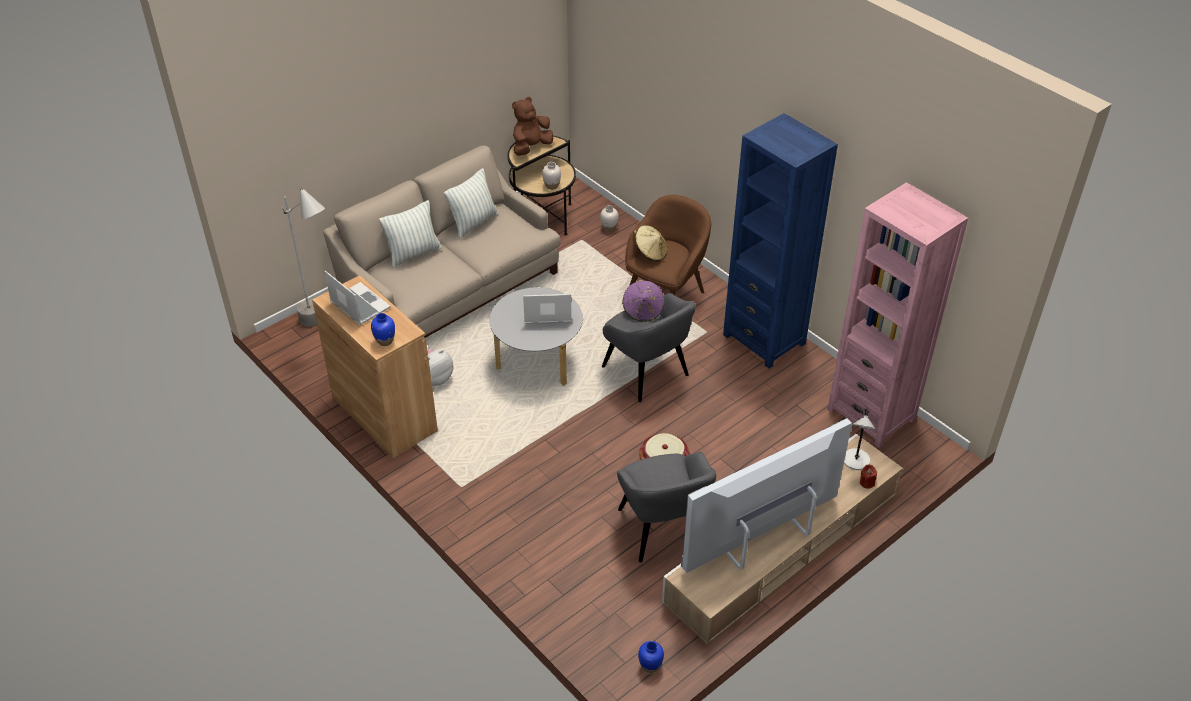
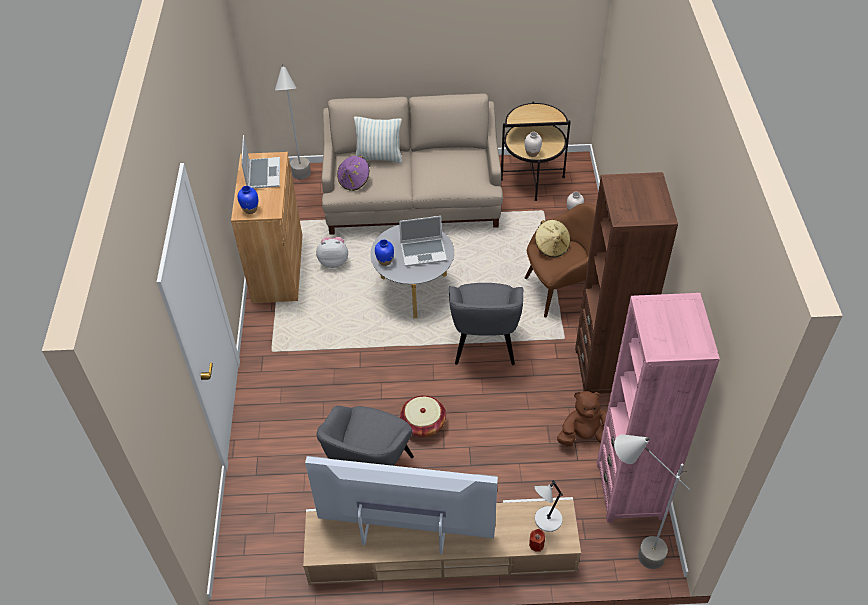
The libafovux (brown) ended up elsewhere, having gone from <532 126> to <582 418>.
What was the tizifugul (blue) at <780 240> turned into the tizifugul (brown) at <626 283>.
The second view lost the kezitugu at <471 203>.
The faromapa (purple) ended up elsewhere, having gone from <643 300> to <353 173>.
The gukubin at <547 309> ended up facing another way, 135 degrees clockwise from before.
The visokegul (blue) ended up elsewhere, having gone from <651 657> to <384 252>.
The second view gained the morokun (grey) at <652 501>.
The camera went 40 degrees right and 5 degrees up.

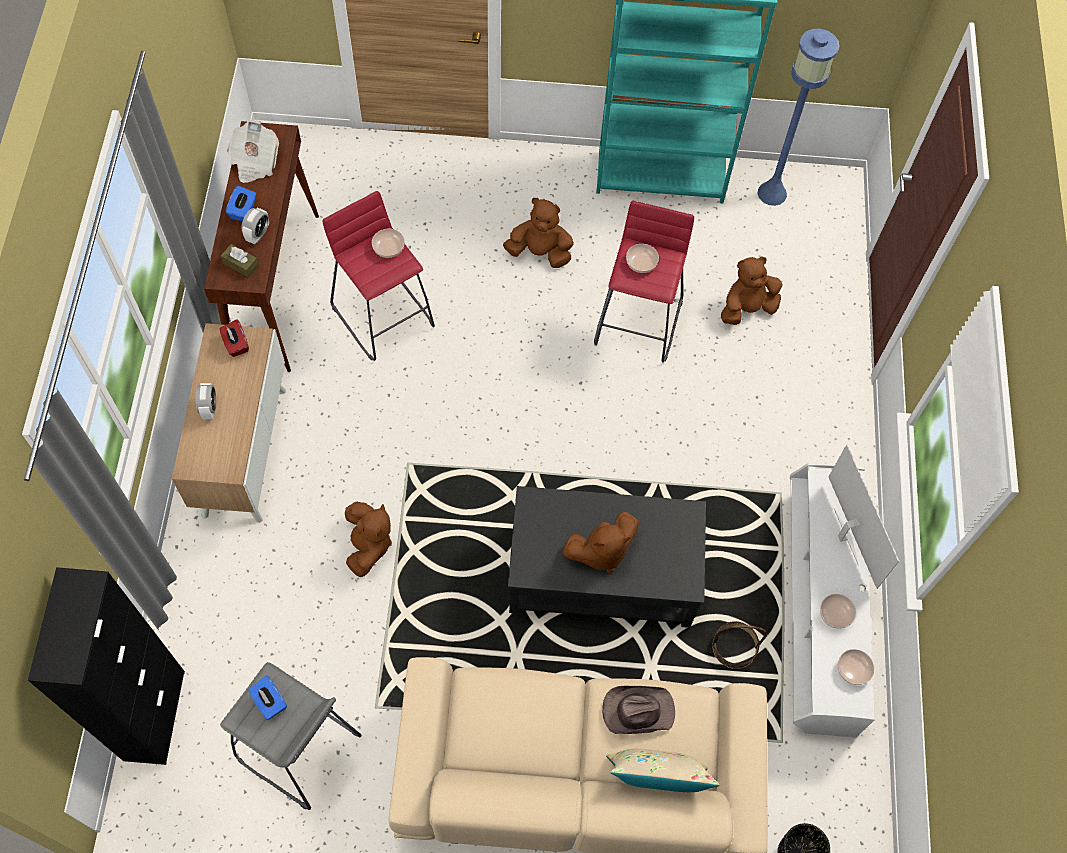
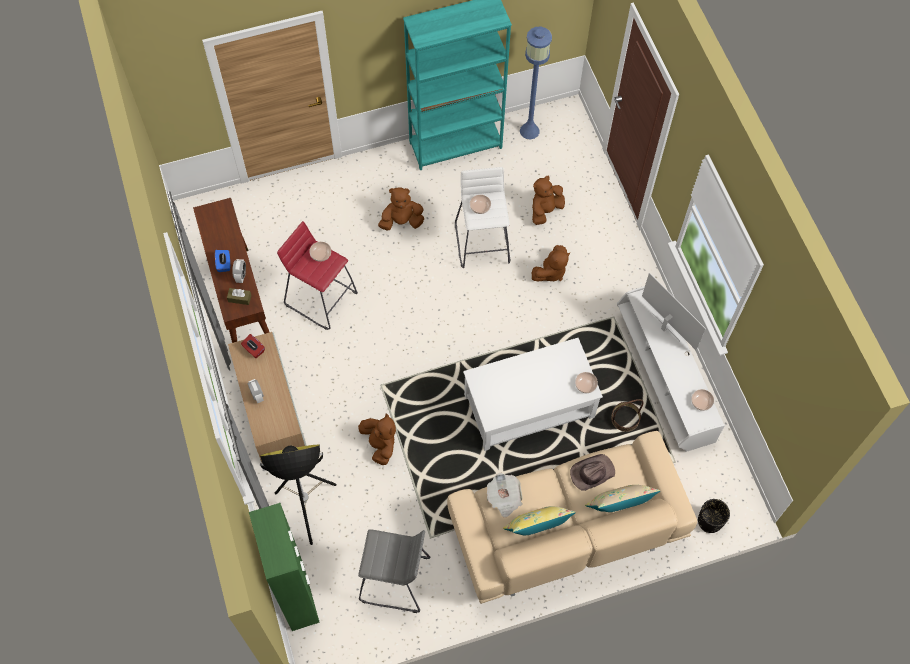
The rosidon ended up elsewhere, having gone from <253 151> to <505 495>.
What was the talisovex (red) at <644 282> turned into the talisovex (white) at <482 217>.
What was the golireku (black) at <607 557> turned into the golireku (white) at <533 394>.
The libafovux (brown) ended up elsewhere, having gone from <600 542> to <551 263>.
What was the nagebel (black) at <106 666> turned into the nagebel (green) at <284 567>.
The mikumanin ended up elsewhere, having gone from <838 611> to <586 382>.
The second view lost the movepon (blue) at <268 698>.
The second view gained the morokun at <298 495>.
The second view gained the kezitugu (yellow) at <539 520>.
The camera went 20 degrees left and 0 degrees up.

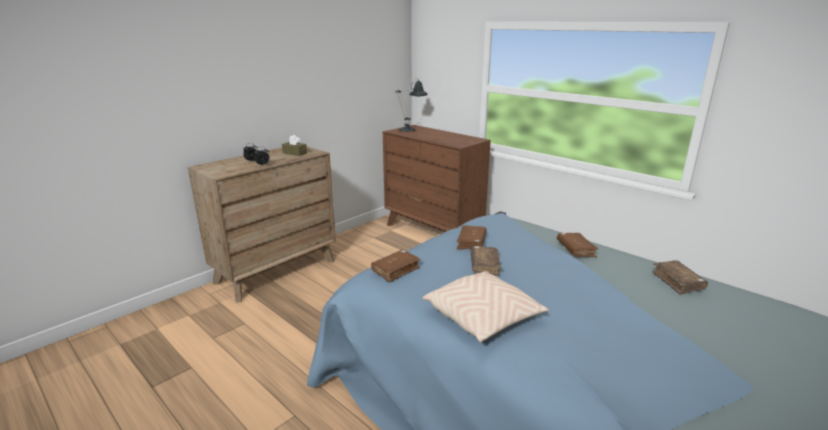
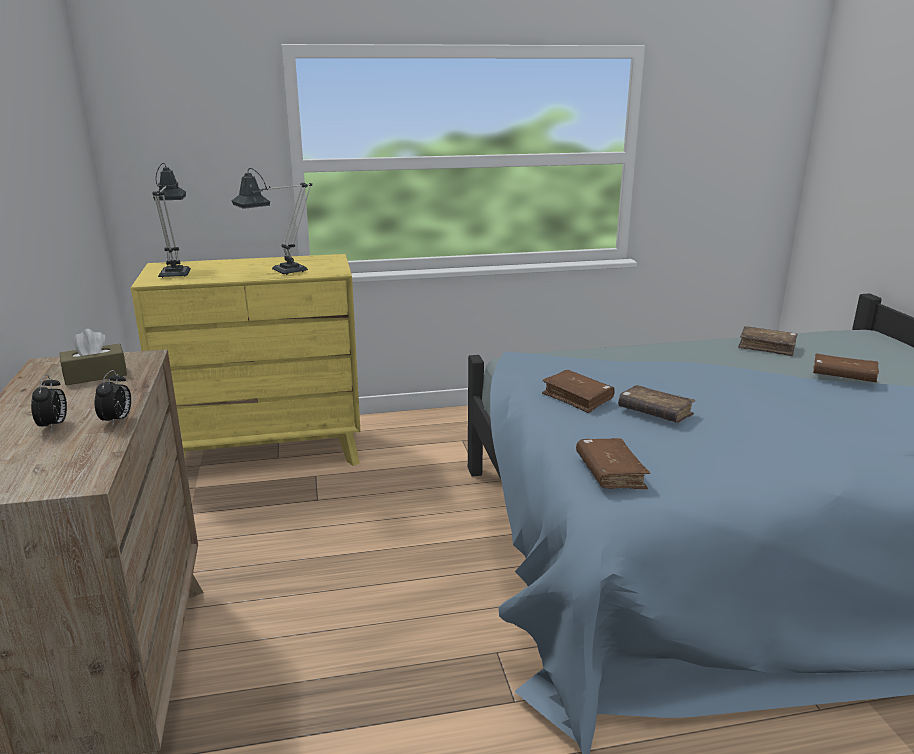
What was the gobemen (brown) at <437 178> turned into the gobemen (yellow) at <246 360>.
The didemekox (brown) ended up elsewhere, having gone from <578 245> to <846 368>.
The second view lost the kezitugu (beige) at <486 306>.
The second view gained the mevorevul at <272 221>.
The camera went 55 degrees left and 0 degrees up.

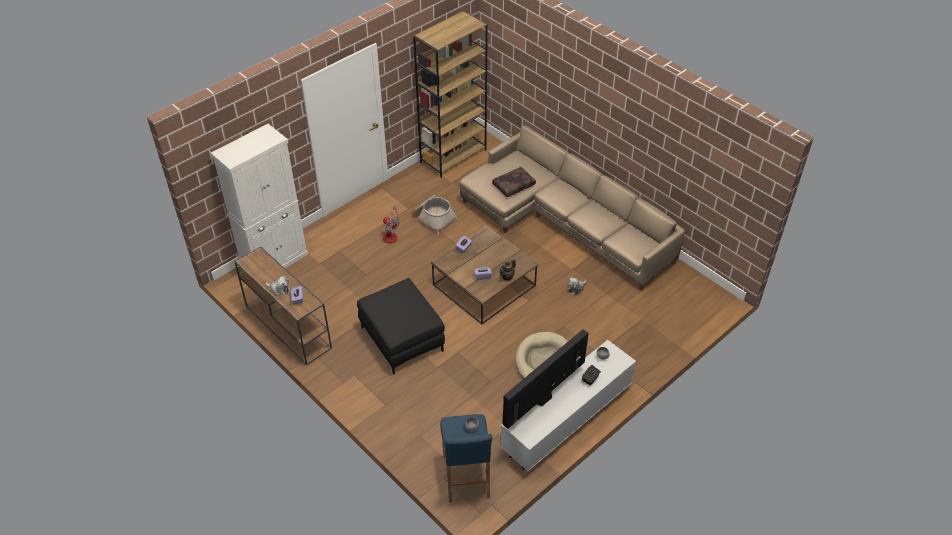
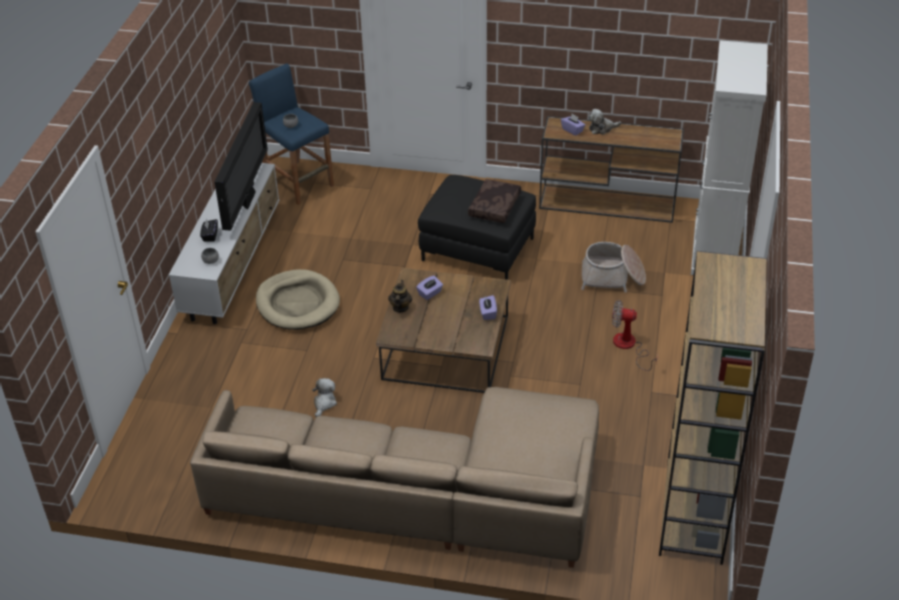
The kezitugu (brown) ended up elsewhere, having gone from <514 182> to <494 201>.
The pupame ended up elsewhere, having gone from <435 215> to <613 267>.
The camera went 145 degrees right and 5 degrees down.

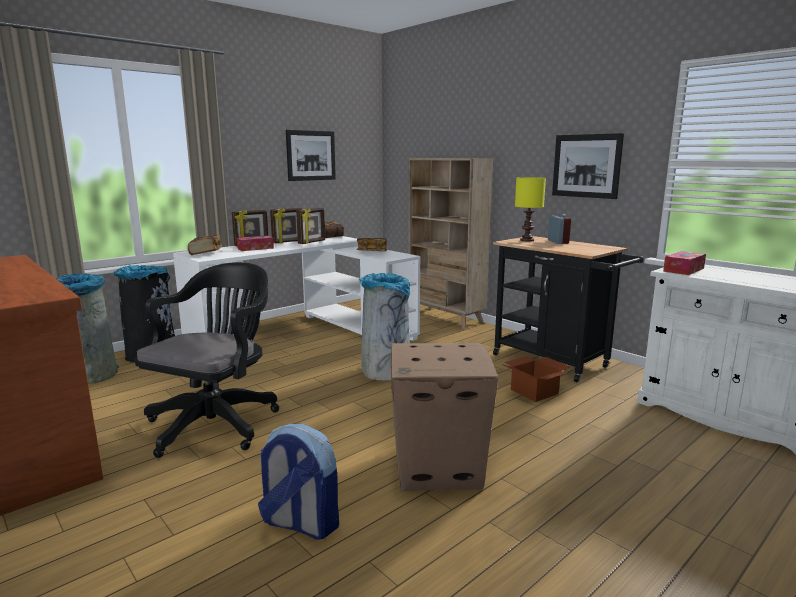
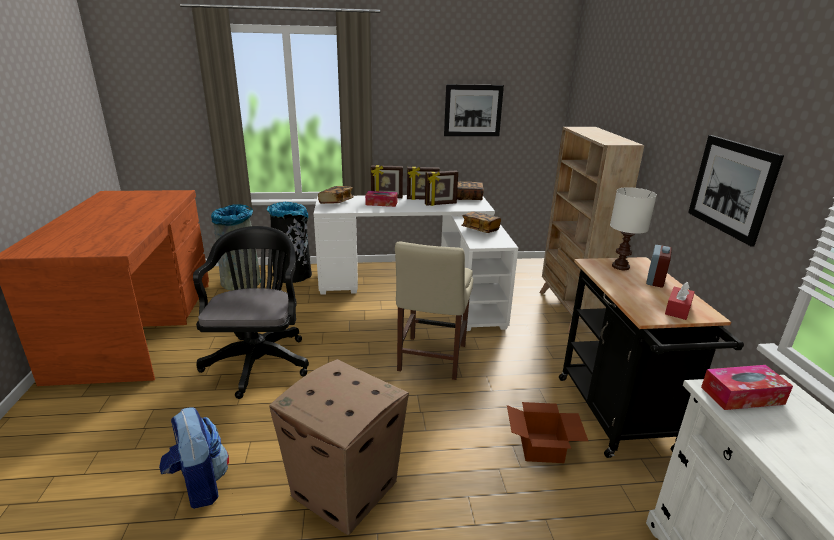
What was the mevorevul (yellow) at <530 209> turned into the mevorevul (white) at <633 228>.
The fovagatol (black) at <207 360> ended up facing another way, 60 degrees counterclockwise from before.
Where the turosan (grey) stood at <384 326>, the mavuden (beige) came to stand at <434 310>.
The second view gained the movepon (red) at <680 301>.
The camera went 35 degrees right and 10 degrees up.

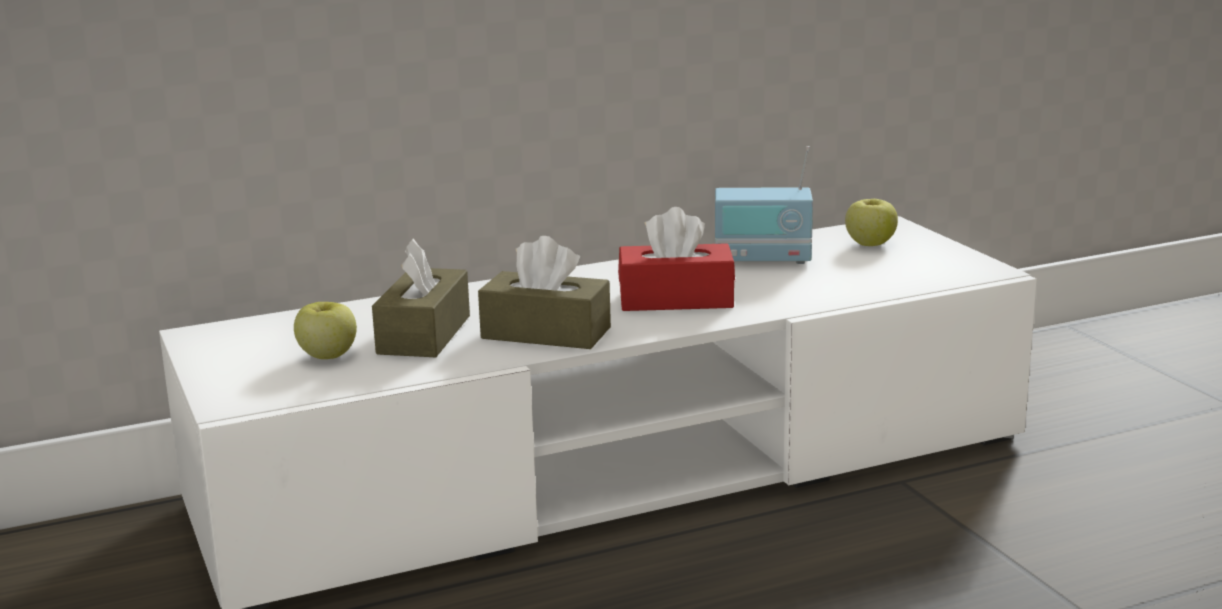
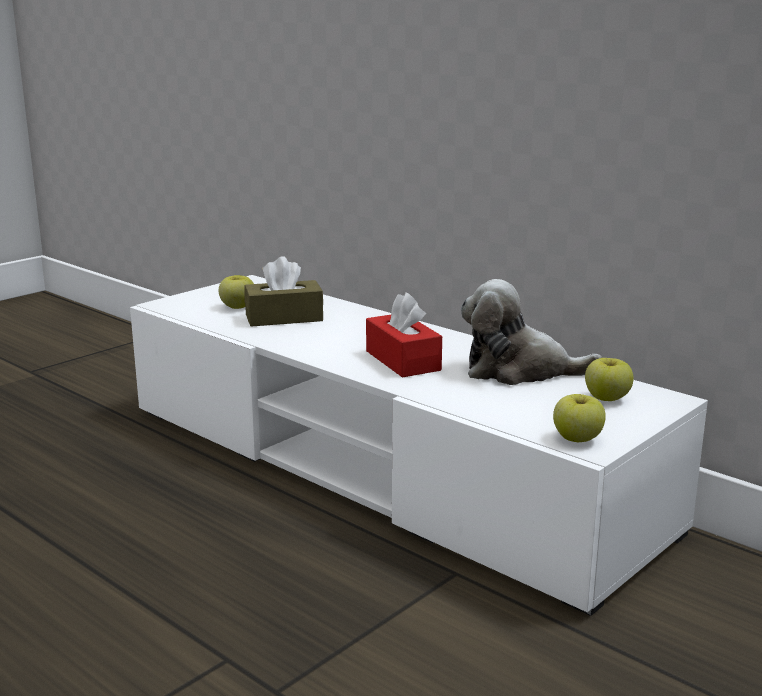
Where the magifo stood at <764 205>, the libafovux came to stand at <531 332>.
The second view lost the movepon (brown) at <544 292>.
The second view gained the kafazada at <579 418>.
The camera went 65 degrees right and 0 degrees up.

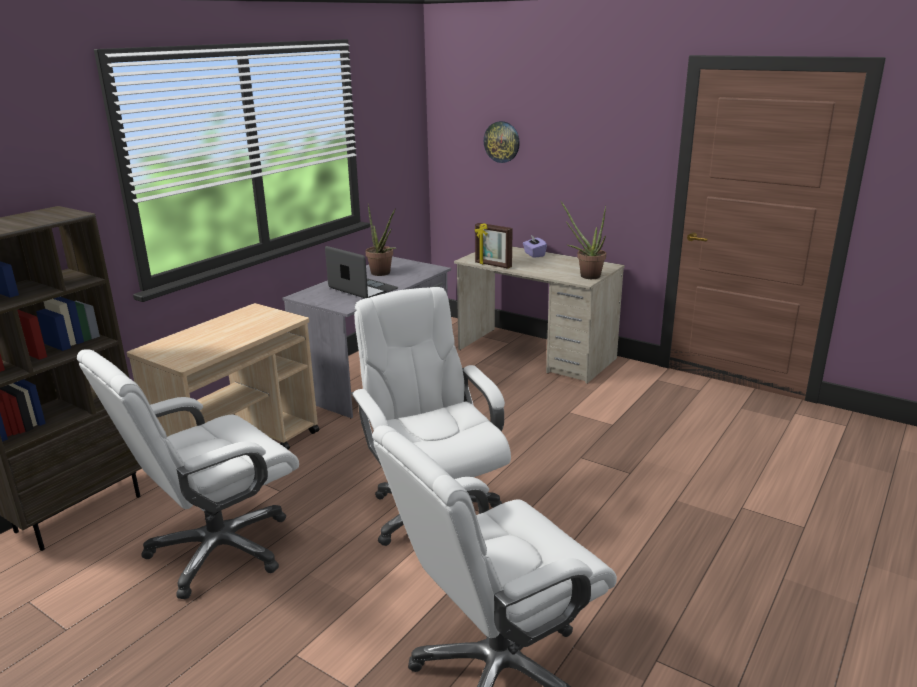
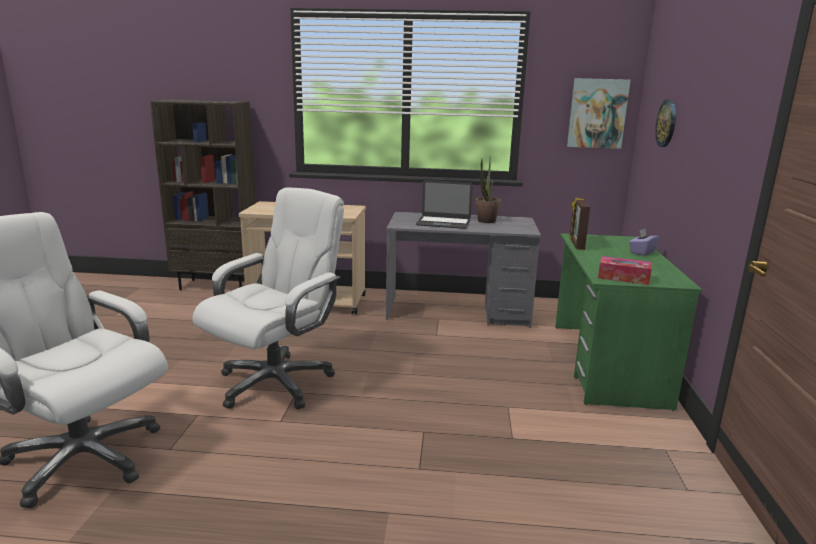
Where the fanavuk stood at <583 240>, the movepon came to stand at <625 270>.
The gukubin at <361 272> ended up facing another way, 90 degrees clockwise from before.
What was the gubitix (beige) at <539 315> turned into the gubitix (green) at <628 322>.
The second view lost the fovagatol (white) at <188 474>.
The second view gained the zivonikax at <599 113>.
The camera went 60 degrees right and 5 degrees down.

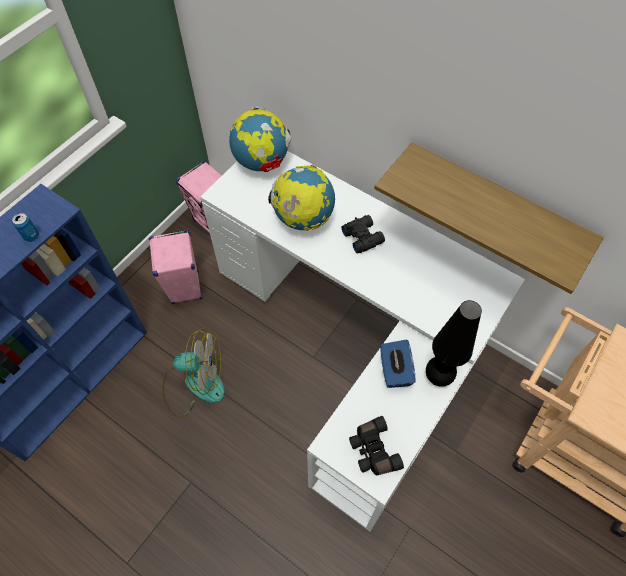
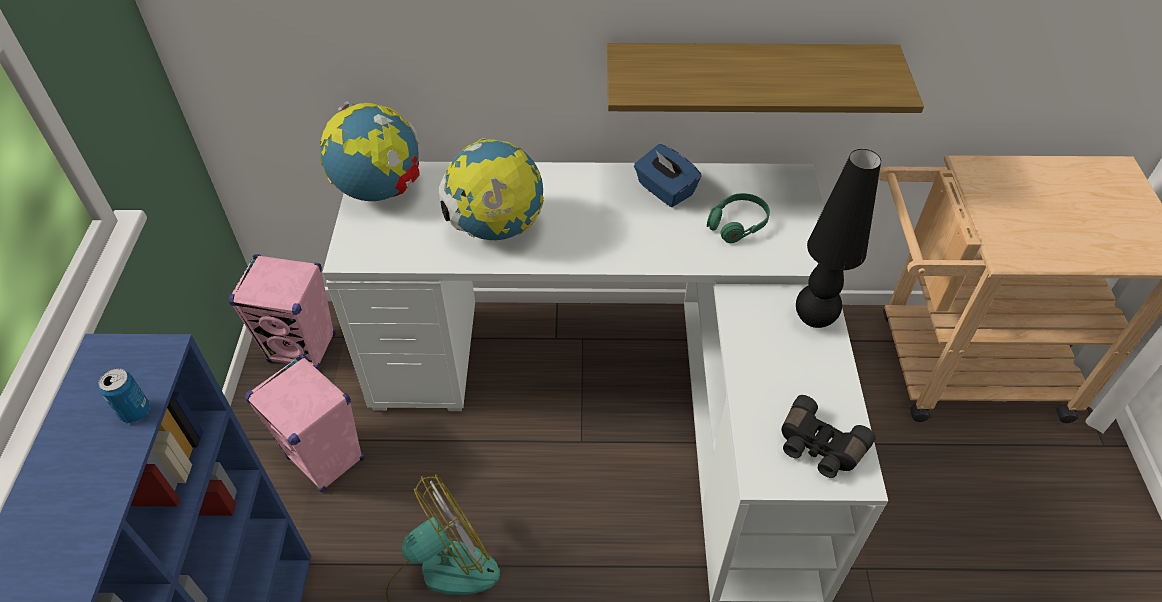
The second view lost the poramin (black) at <363 234>.
The movepon (blue) ended up elsewhere, having gone from <398 363> to <668 175>.
The second view gained the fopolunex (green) at <738 218>.
The camera went 35 degrees left and 10 degrees down.

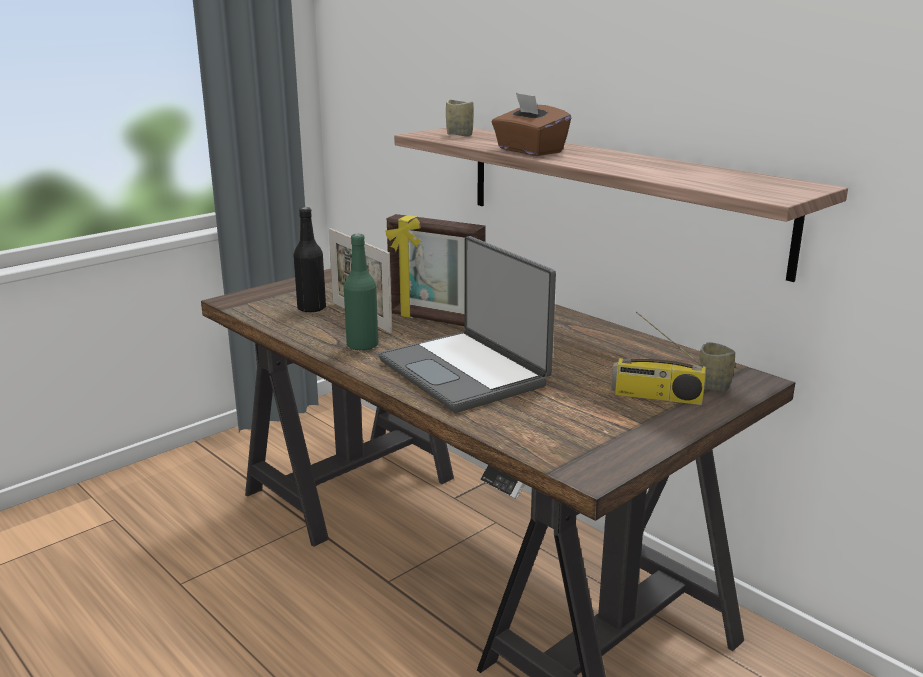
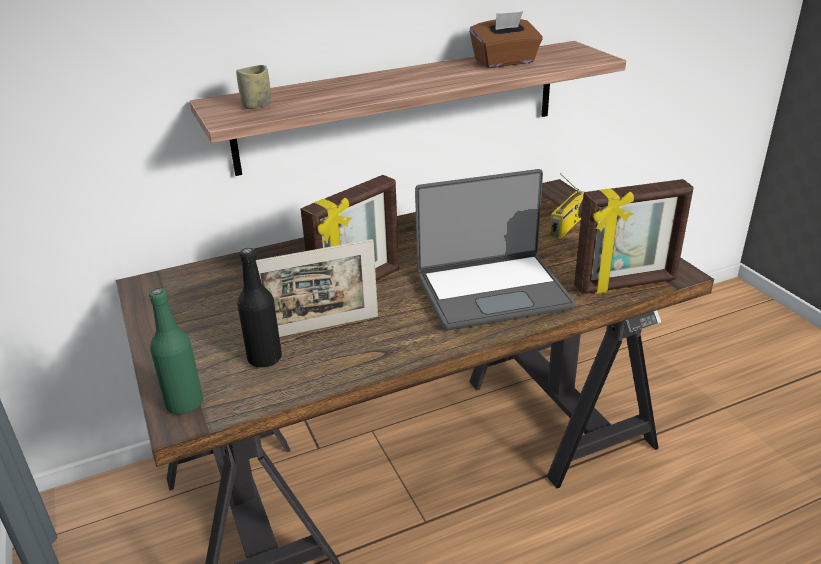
The movepon (brown) ended up elsewhere, having gone from <531 124> to <506 39>.
The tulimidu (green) ended up elsewhere, having gone from <361 292> to <176 351>.
The second view lost the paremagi at <716 367>.
The second view gained the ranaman at <634 236>.
The camera went 70 degrees left and 10 degrees up.

